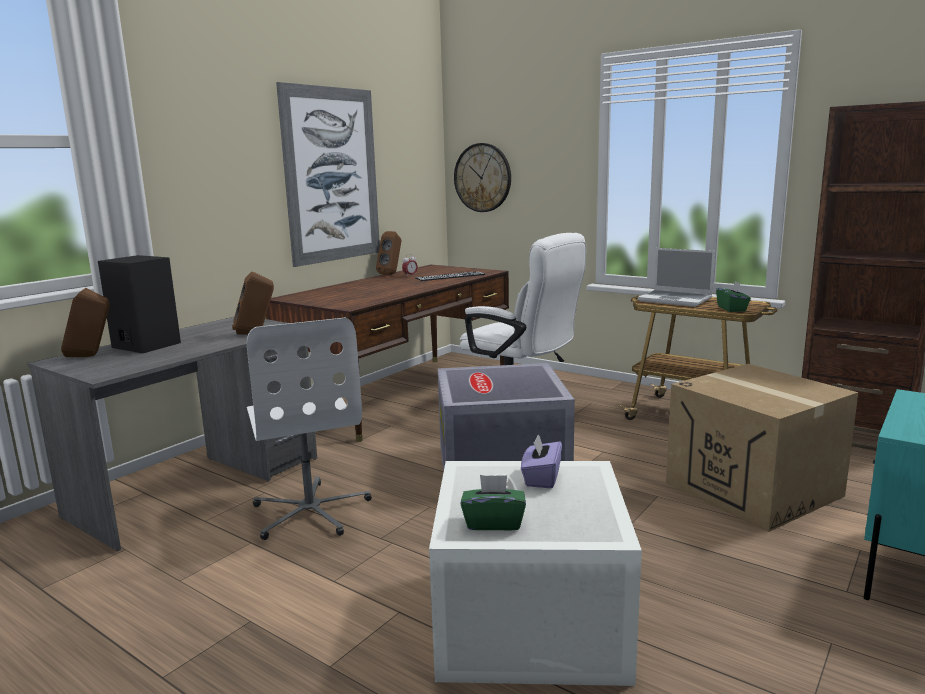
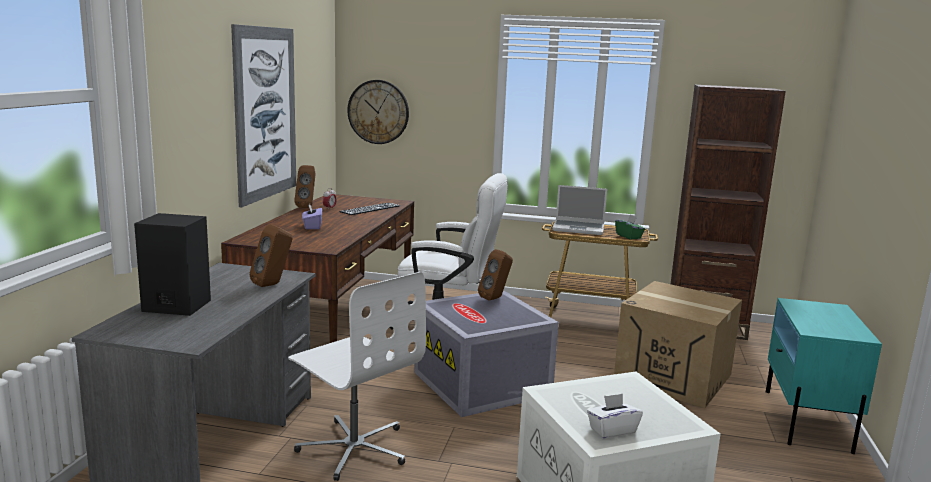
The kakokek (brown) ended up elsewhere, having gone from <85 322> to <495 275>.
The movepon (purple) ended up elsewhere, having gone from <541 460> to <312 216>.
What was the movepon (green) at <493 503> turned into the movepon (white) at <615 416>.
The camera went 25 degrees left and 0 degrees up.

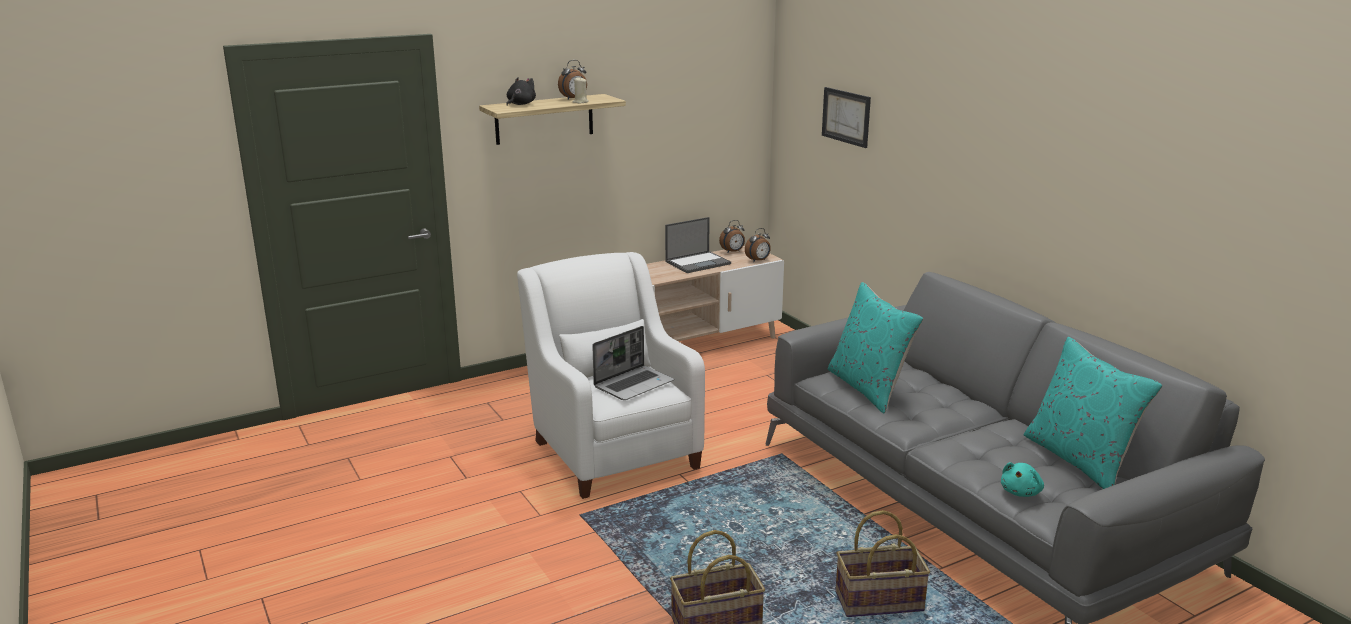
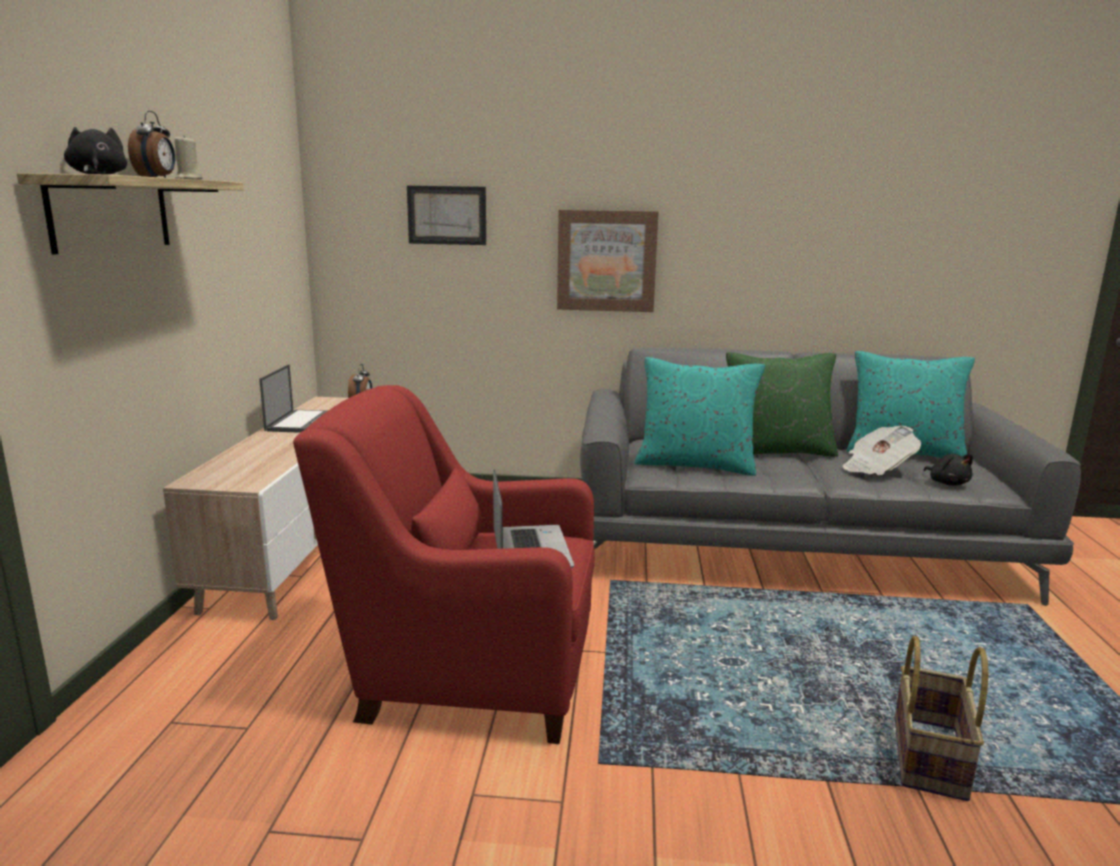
The second view lost the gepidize at <732 236>.
What was the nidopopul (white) at <611 375> turned into the nidopopul (red) at <444 564>.
What was the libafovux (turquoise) at <1022 479> turned into the libafovux (black) at <948 470>.
The second view lost the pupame at <882 563>.
The second view gained the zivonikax at <608 261>.
The second view gained the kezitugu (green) at <782 404>.
The second view gained the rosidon at <881 450>.
The camera went 55 degrees left and 5 degrees down.

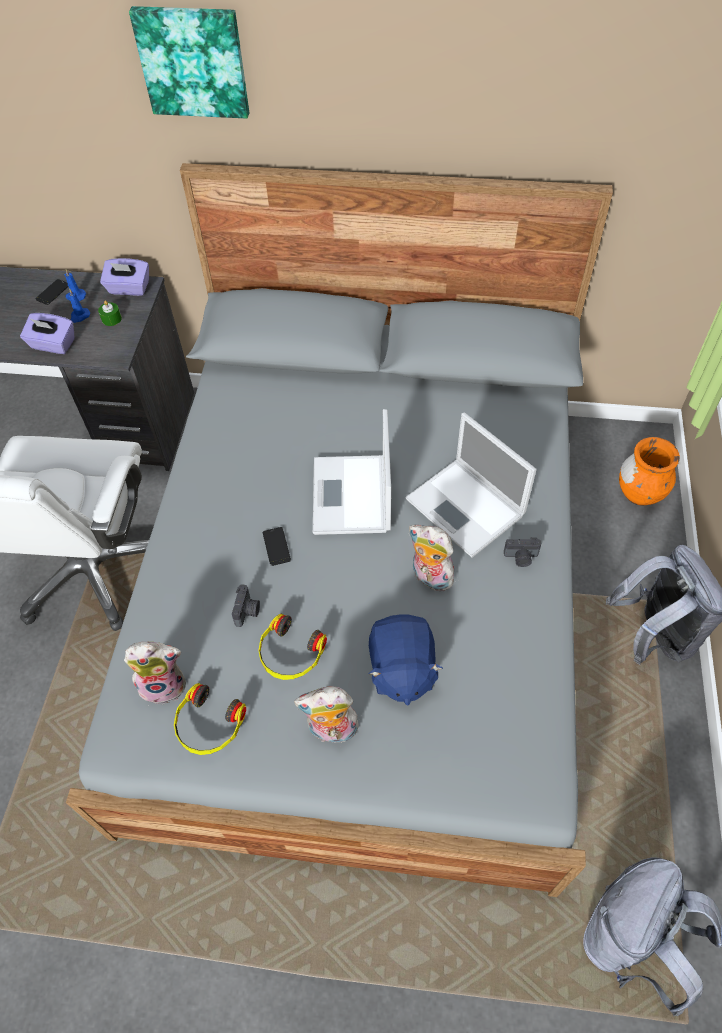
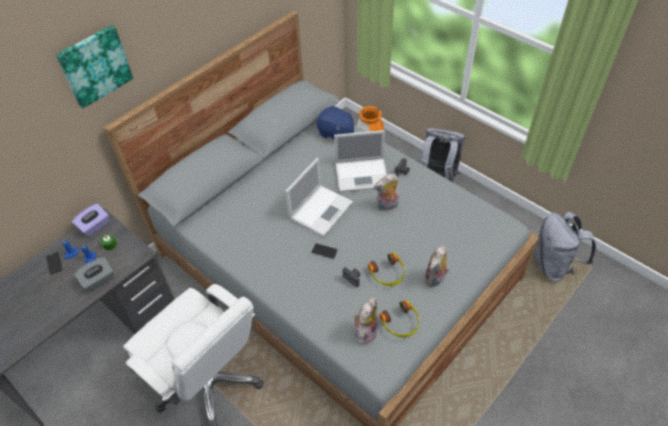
What was the movepon (purple) at <47 333> turned into the movepon (grey) at <94 274>.
The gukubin at <352 472> ended up facing another way, 90 degrees counterclockwise from before.
The libafovux (blue) ended up elsewhere, having gone from <405 660> to <335 122>.
The camera went 55 degrees left and 5 degrees down.

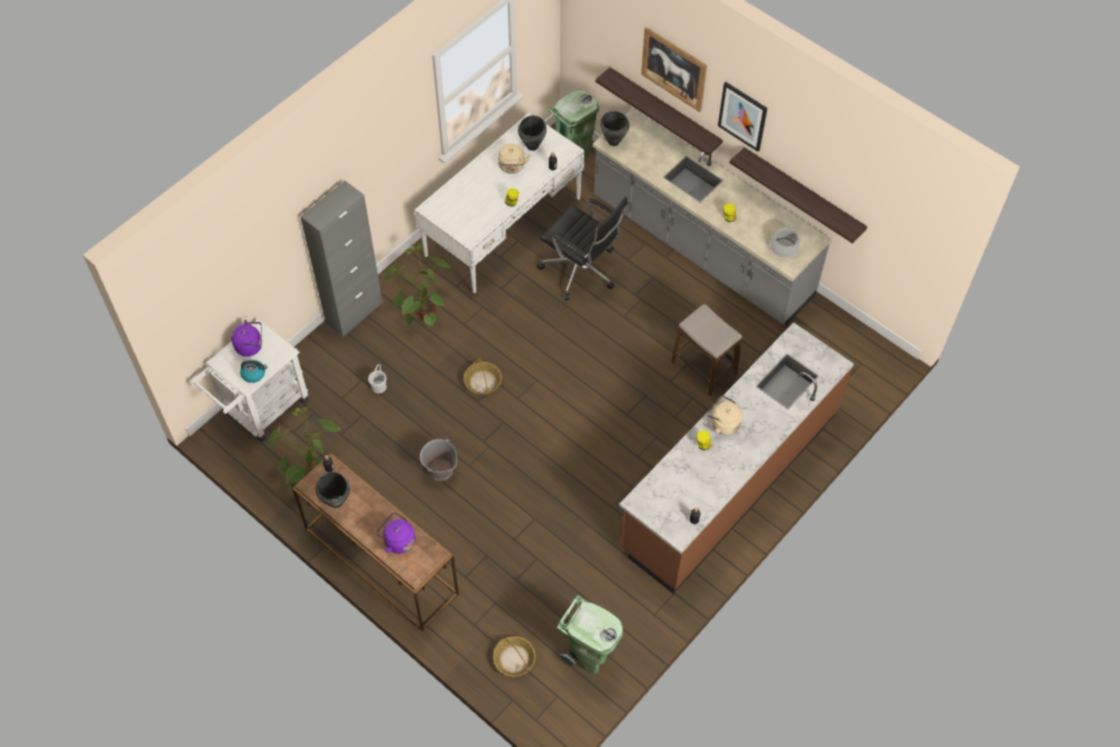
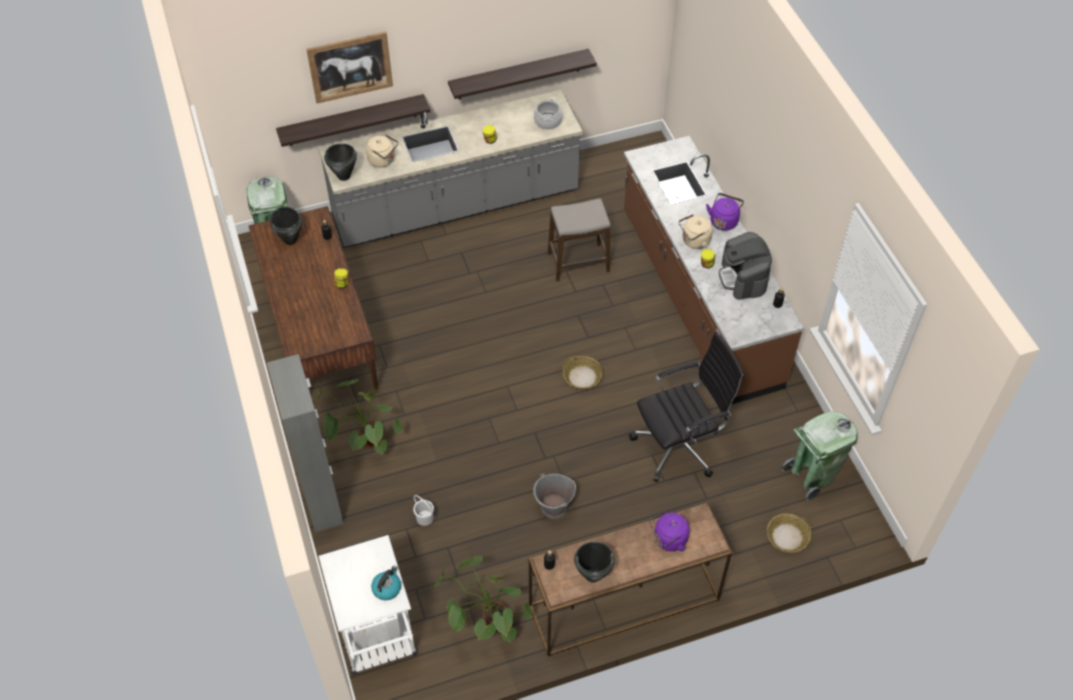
The second view lost the zivonikax at <742 117>.
What was the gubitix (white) at <499 204> turned into the gubitix (brown) at <314 299>.
The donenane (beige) ended up elsewhere, having gone from <514 159> to <382 151>.
The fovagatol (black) ended up elsewhere, having gone from <582 248> to <686 407>.
The donenane (purple) ended up elsewhere, having gone from <247 338> to <725 212>.
The pupame ended up elsewhere, having gone from <483 375> to <583 372>.
The second view gained the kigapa at <745 266>.
The camera went 60 degrees left and 5 degrees down.

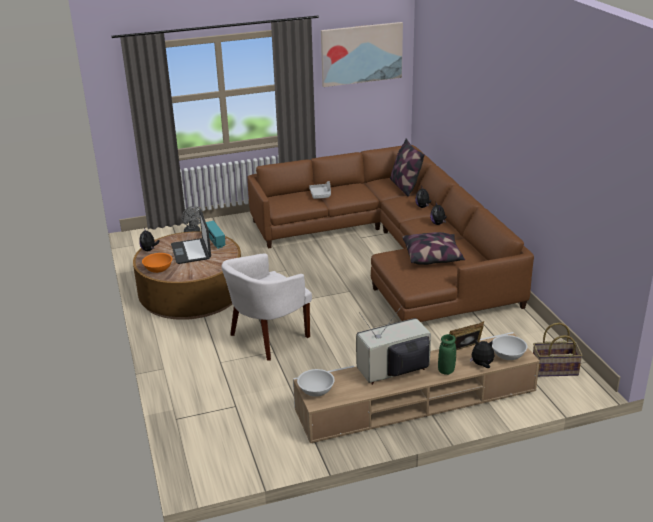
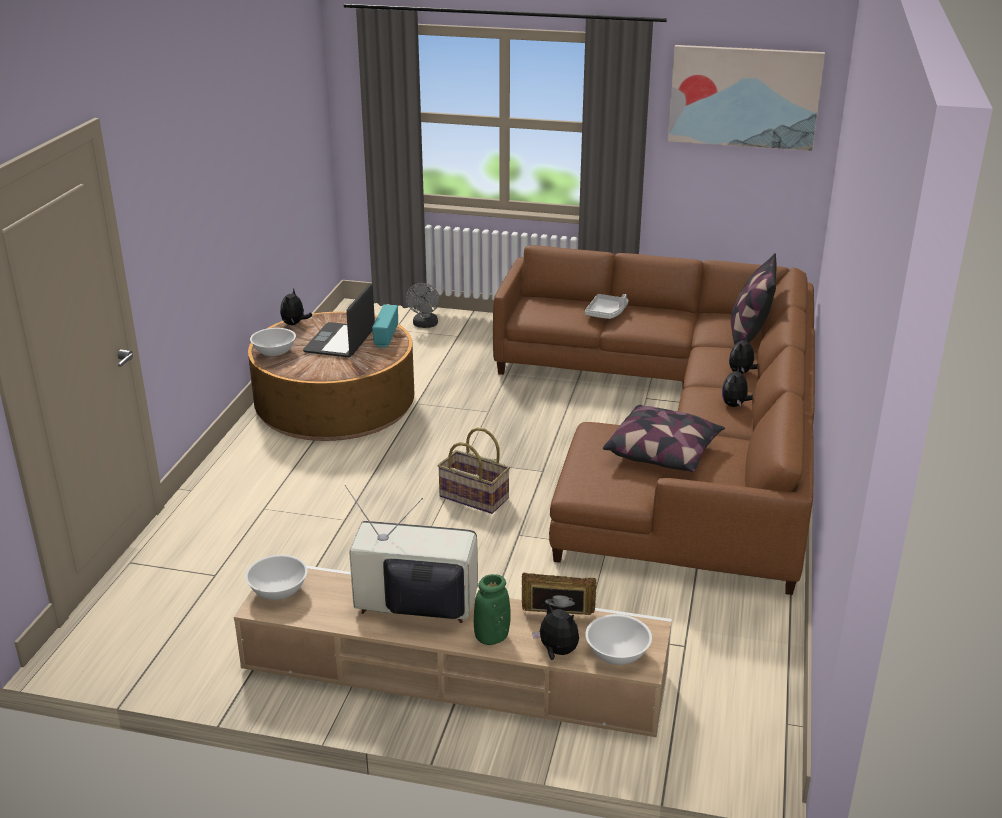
What was the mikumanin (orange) at <157 263> turned into the mikumanin (white) at <273 342>.
The second view lost the nidopopul (white) at <266 307>.
The pupame ended up elsewhere, having gone from <558 350> to <473 471>.
The camera went 30 degrees right and 0 degrees up.

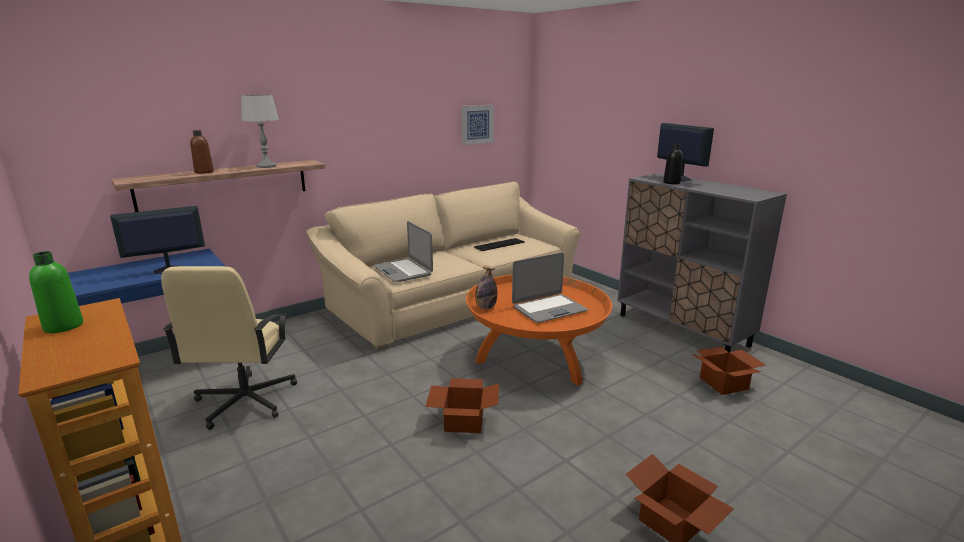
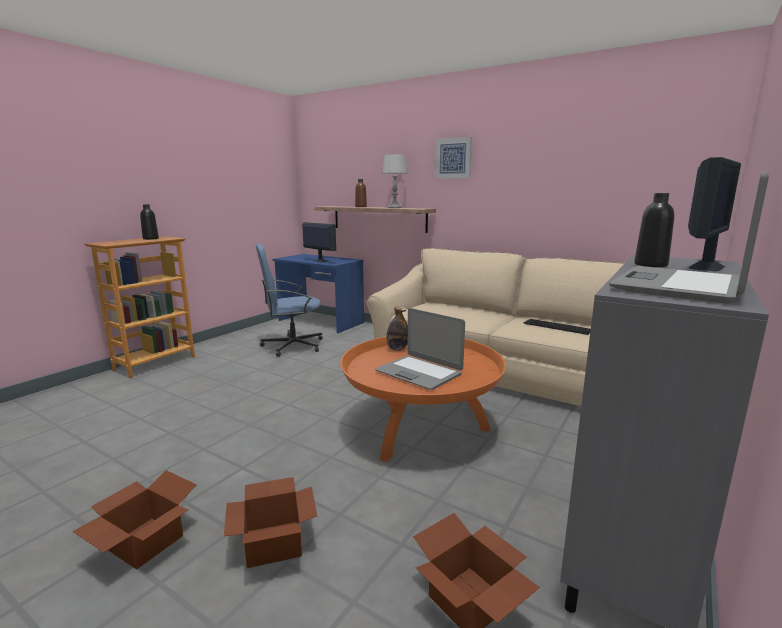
The zivonikax ended up elsewhere, having gone from <477 125> to <453 158>.
The gukubin ended up elsewhere, having gone from <403 251> to <689 238>.
What was the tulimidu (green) at <56 292> turned into the tulimidu (black) at <149 222>.
What was the fovagatol (beige) at <229 348> turned into the fovagatol (blue) at <289 300>.
The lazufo ended up elsewhere, having gone from <462 405> to <270 522>.
The camera went 70 degrees right and 5 degrees down.

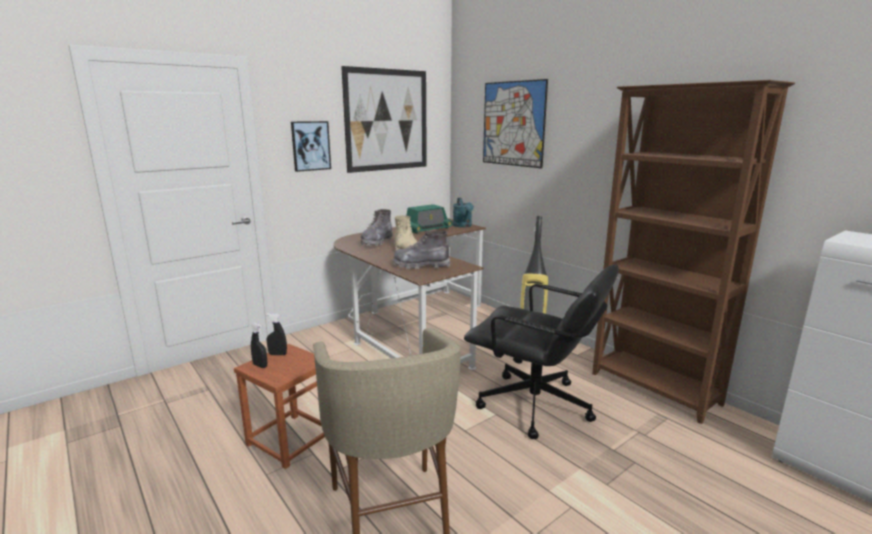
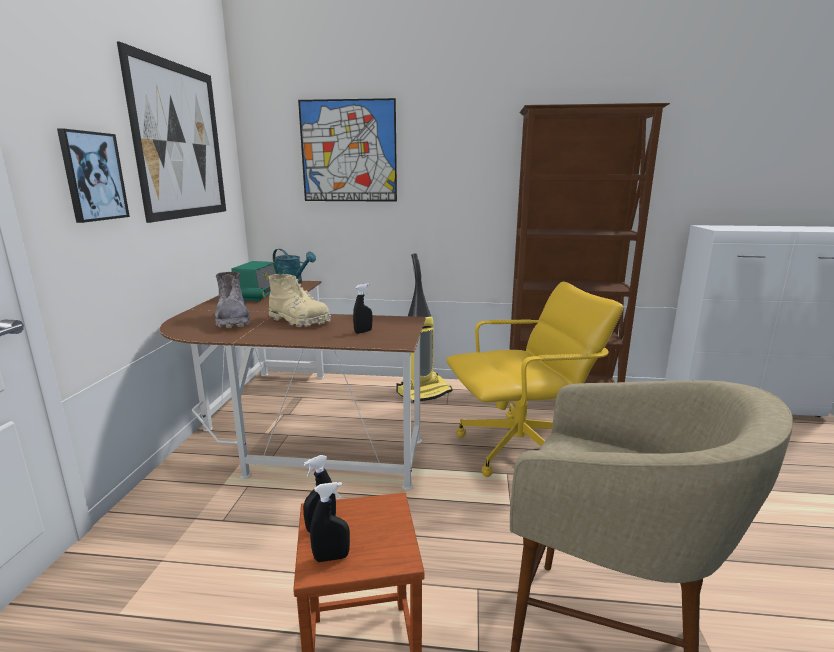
Where the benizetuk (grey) stood at <421 249>, the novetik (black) came to stand at <363 308>.
What was the fovagatol (black) at <541 351> turned into the fovagatol (yellow) at <534 379>.
The camera went 45 degrees left and 0 degrees up.

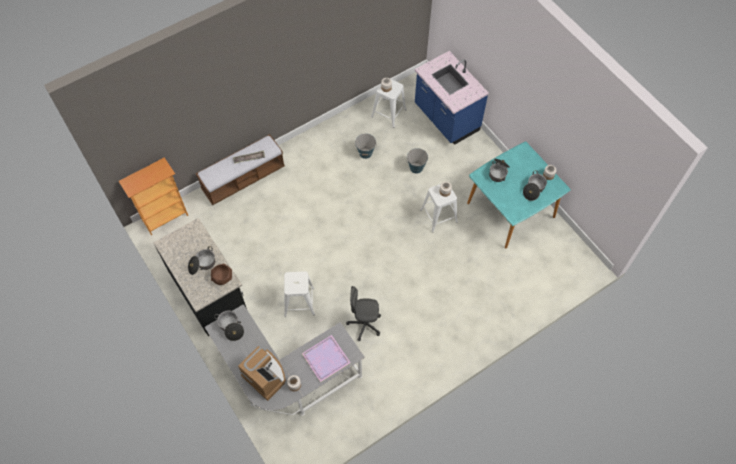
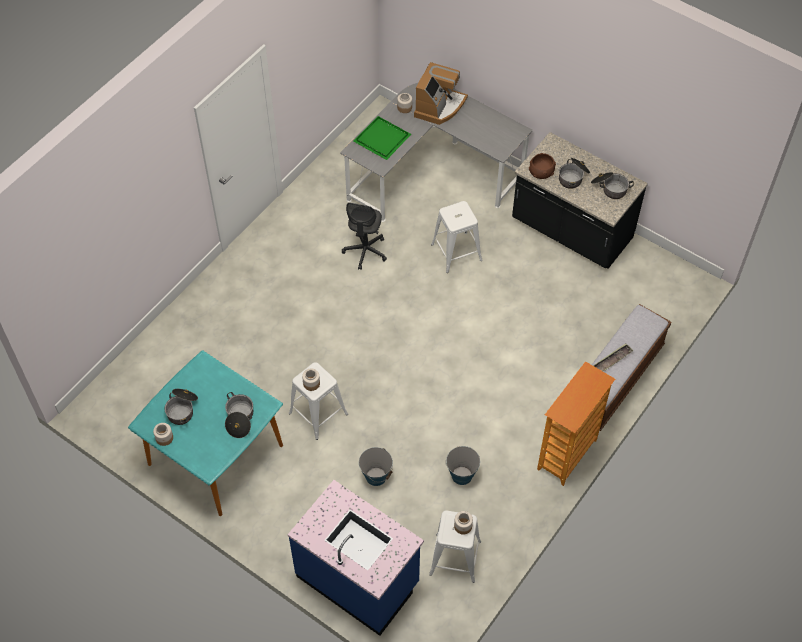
The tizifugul ended up elsewhere, having gone from <153 196> to <576 423>.
The fovagatol (grey) at <363 313> ended up facing another way, 120 degrees clockwise from before.
The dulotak ended up elsewhere, having gone from <229 325> to <612 185>.
What was the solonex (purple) at <326 358> turned into the solonex (green) at <382 138>.
The kigapa at <262 373> ended up facing another way, 90 degrees counterclockwise from before.
The camera went 160 degrees right and 5 degrees down.

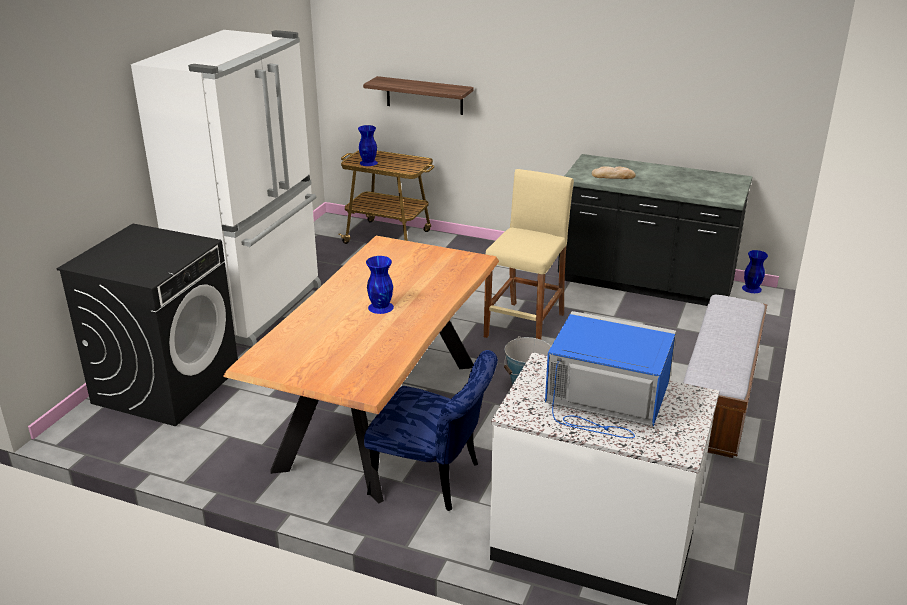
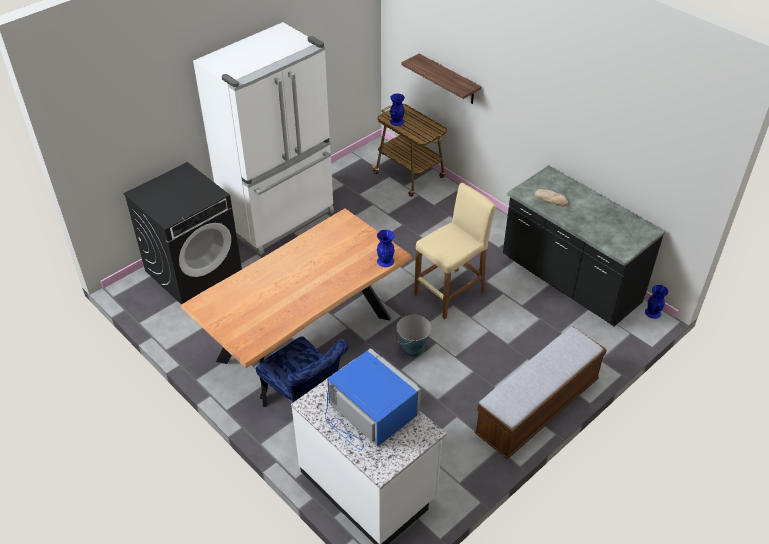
The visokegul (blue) ended up elsewhere, having gone from <380 285> to <386 248>.
The camera went 25 degrees right and 15 degrees up.

